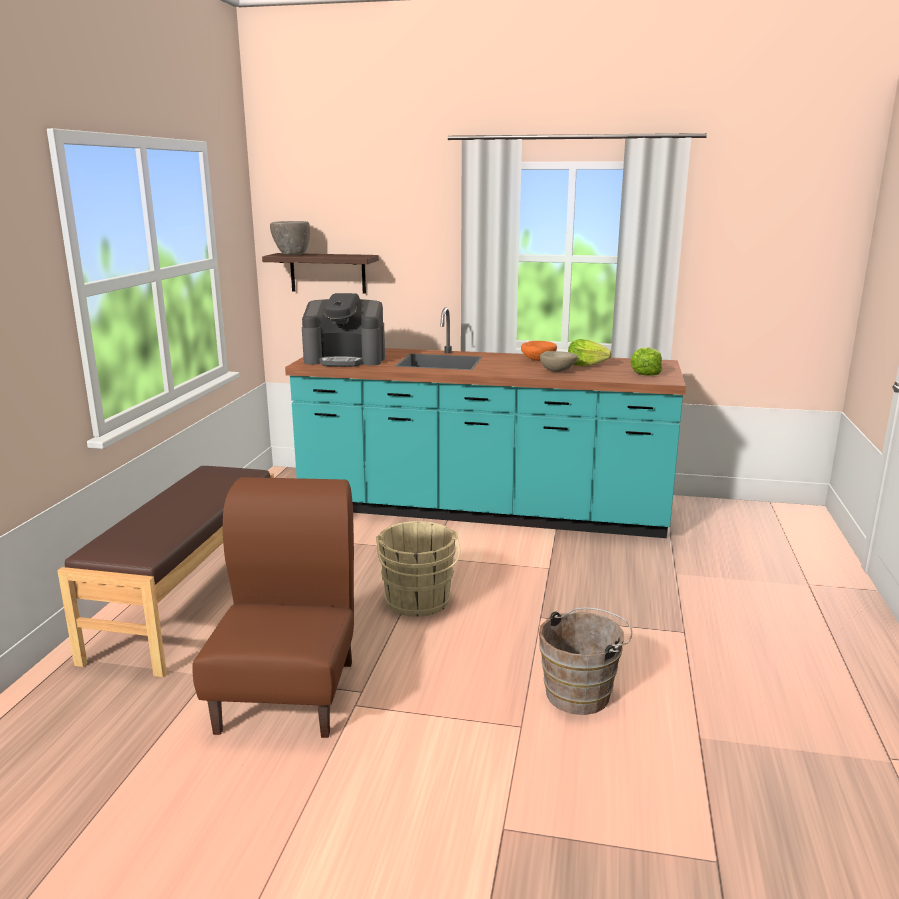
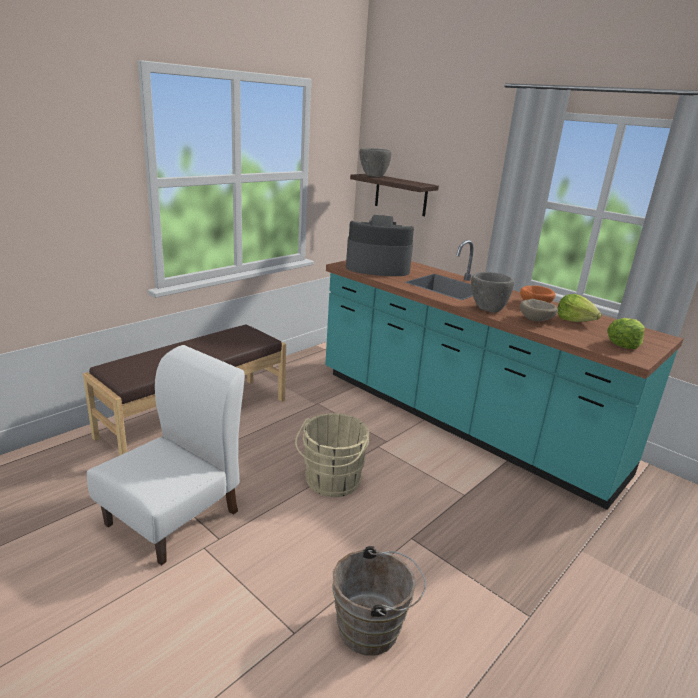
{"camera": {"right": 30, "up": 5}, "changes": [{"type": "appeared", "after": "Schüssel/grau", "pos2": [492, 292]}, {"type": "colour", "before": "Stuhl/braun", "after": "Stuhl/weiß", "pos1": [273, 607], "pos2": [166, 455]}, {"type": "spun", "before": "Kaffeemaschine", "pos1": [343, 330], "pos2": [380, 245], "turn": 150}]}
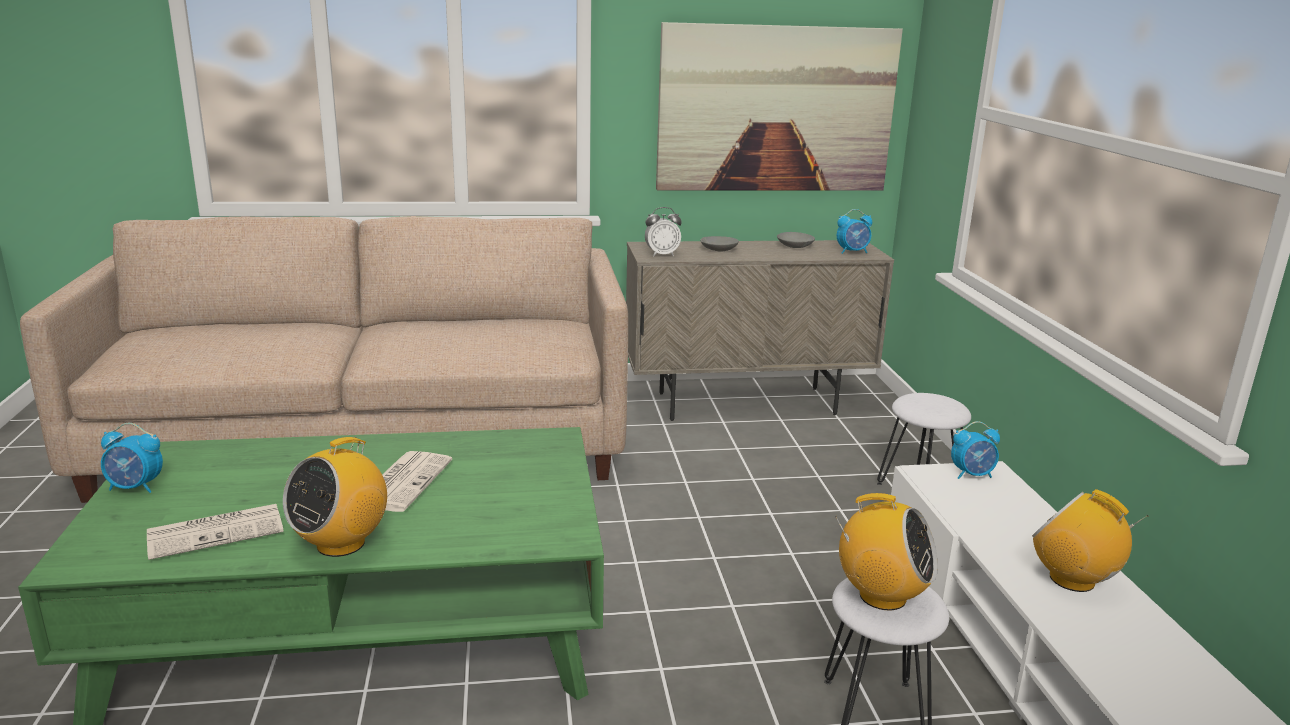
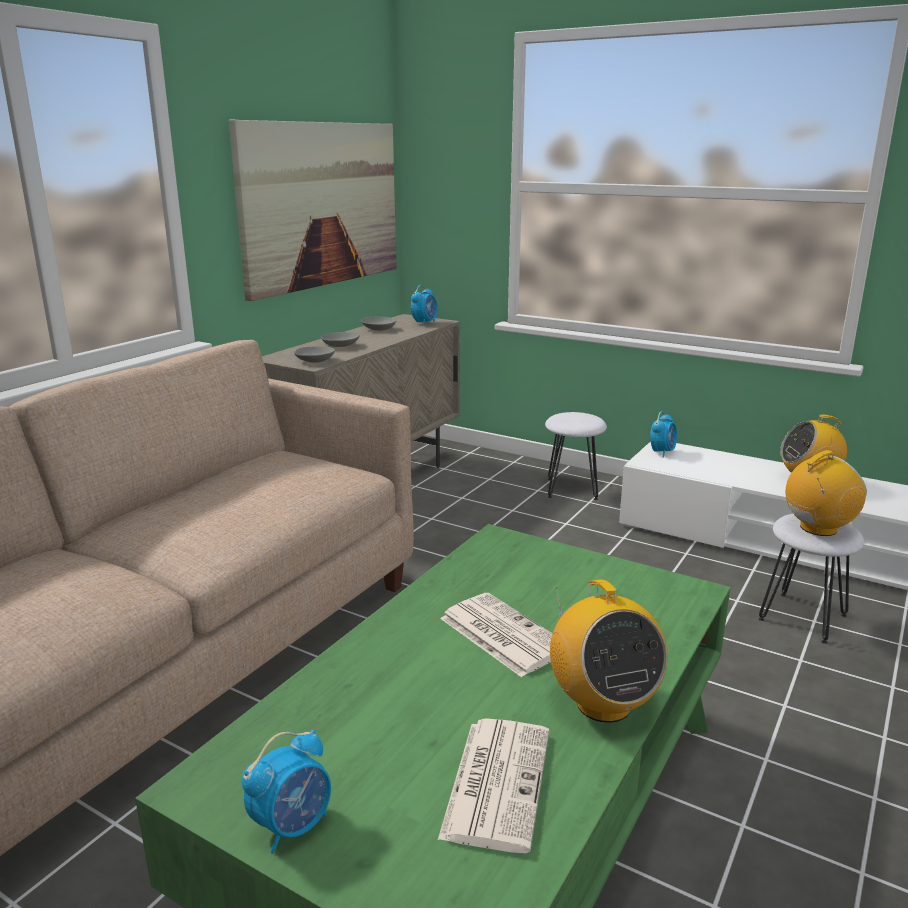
{"camera": {"right": -50, "up": 0}, "changes": [{"type": "exchanged", "before": "Wecker", "after": "Schüssel/grau", "pos1": [663, 232], "pos2": [314, 354]}]}
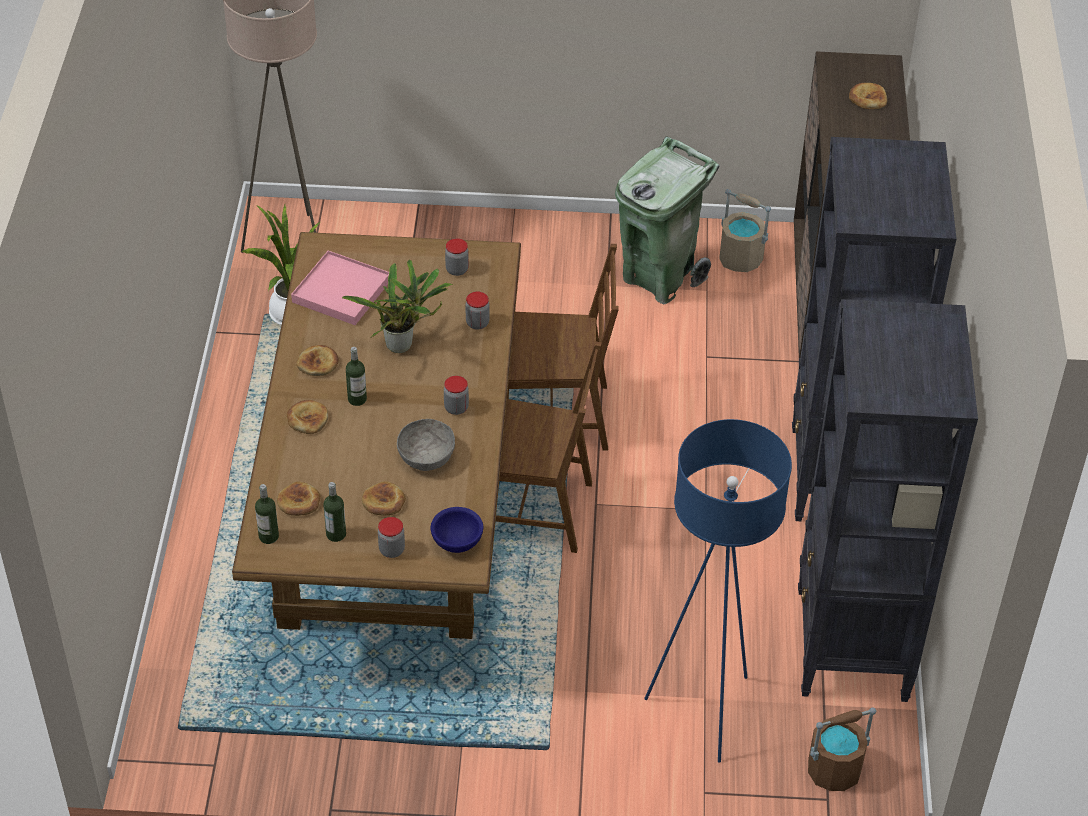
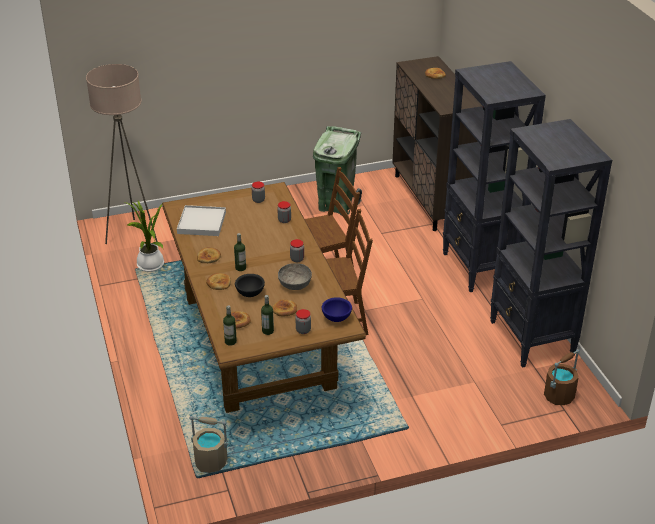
{"camera": {"right": -20, "up": -10}, "changes": [{"type": "missing", "before": "Topfpflanze", "pos1": [397, 306]}, {"type": "missing", "before": "Stehlampe/blau", "pos1": [718, 591]}, {"type": "appeared", "after": "Schüssel/schwarz", "pos2": [250, 285]}, {"type": "relocated", "before": "Eimer/beige", "pos1": [745, 230], "pos2": [208, 444]}, {"type": "colour", "before": "Tablett/rosa", "after": "Tablett/weiß", "pos1": [340, 287], "pos2": [201, 220]}]}
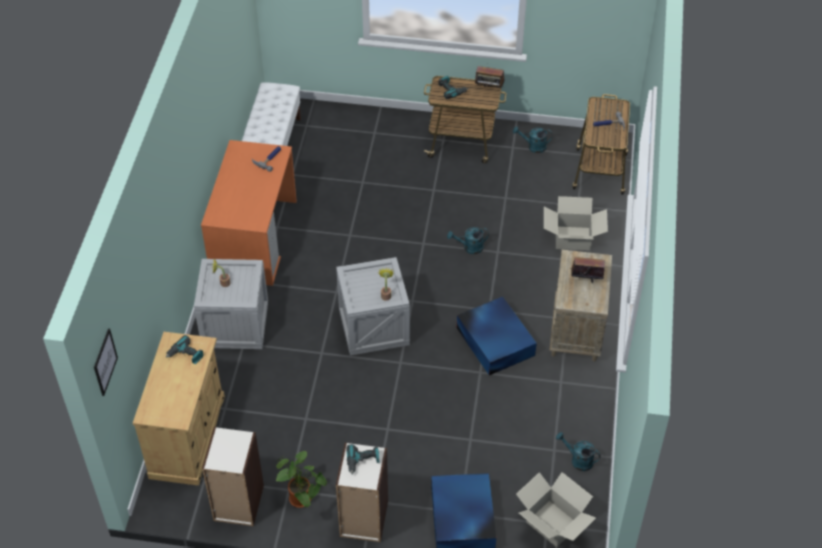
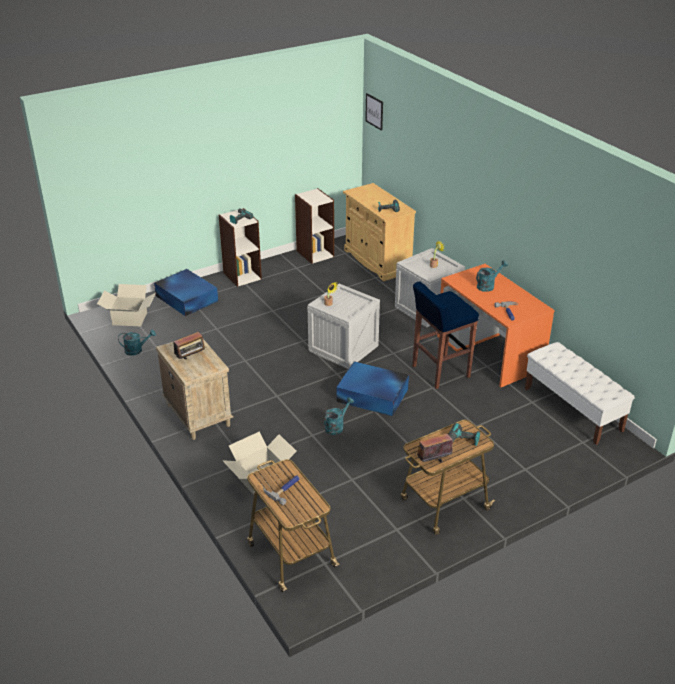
{"camera": {"right": 140, "up": -15}, "changes": [{"type": "missing", "before": "Topfpflanze", "pos1": [301, 479]}, {"type": "appeared", "after": "Hocker/blau", "pos2": [445, 335]}, {"type": "relocated", "before": "Aufbewahrungsbox/blau", "pos1": [497, 335], "pos2": [372, 388]}, {"type": "relocated", "before": "Gießkanne/türkis", "pos1": [532, 139], "pos2": [492, 276]}]}
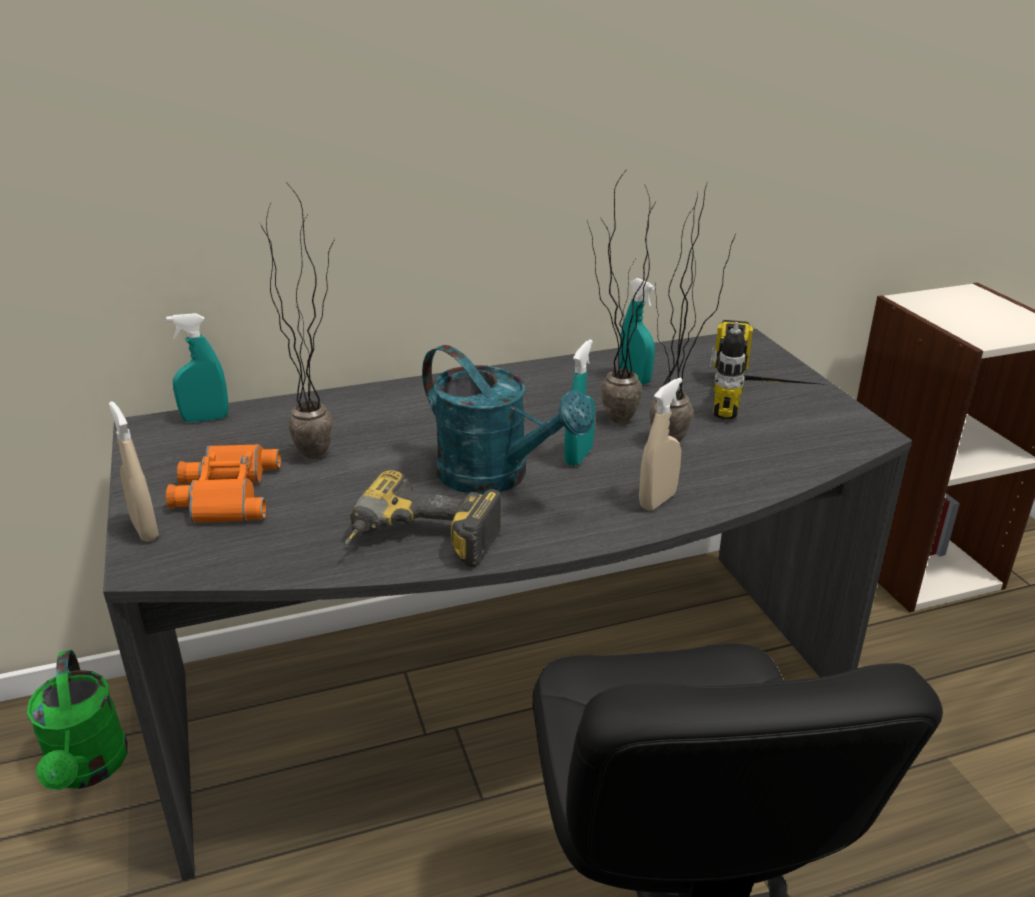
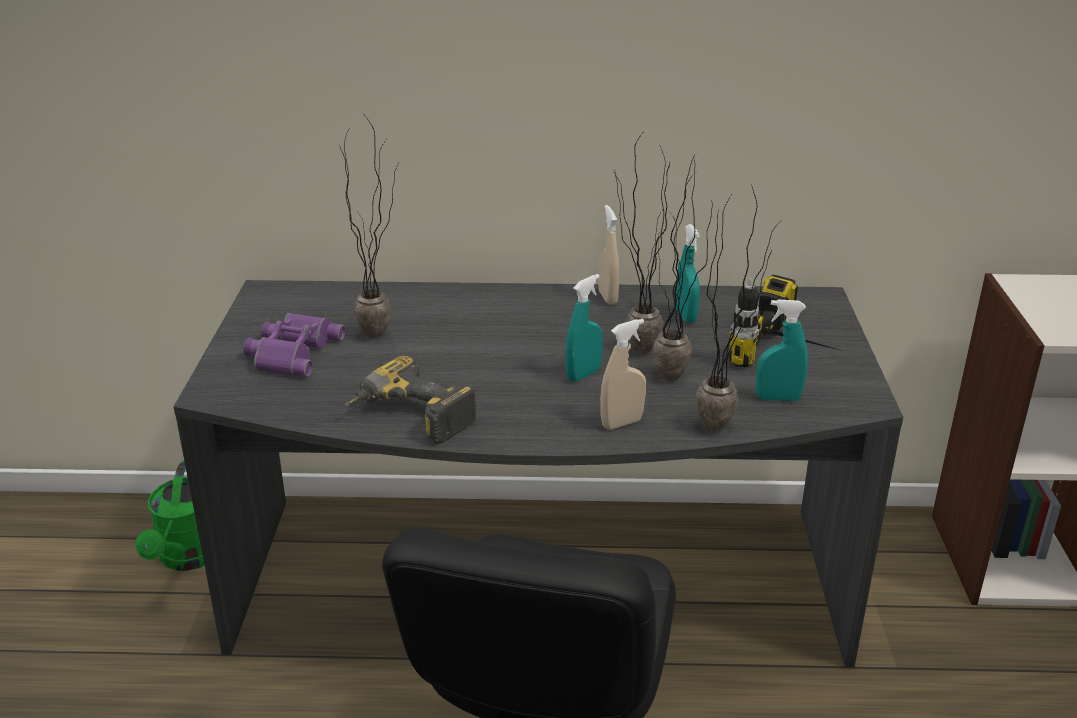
{"camera": {"right": 20, "up": 0}, "changes": [{"type": "missing", "before": "Gießkanne/türkis", "pos1": [508, 419]}, {"type": "appeared", "after": "Topfpflanze", "pos2": [739, 307]}, {"type": "relocated", "before": "Sprühflasche/beige", "pos1": [134, 471], "pos2": [608, 255]}, {"type": "relocated", "before": "Sprühflasche/türkis", "pos1": [197, 367], "pos2": [782, 350]}, {"type": "colour", "before": "Fernglas/orange", "after": "Fernglas/lila", "pos1": [223, 483], "pos2": [294, 345]}]}
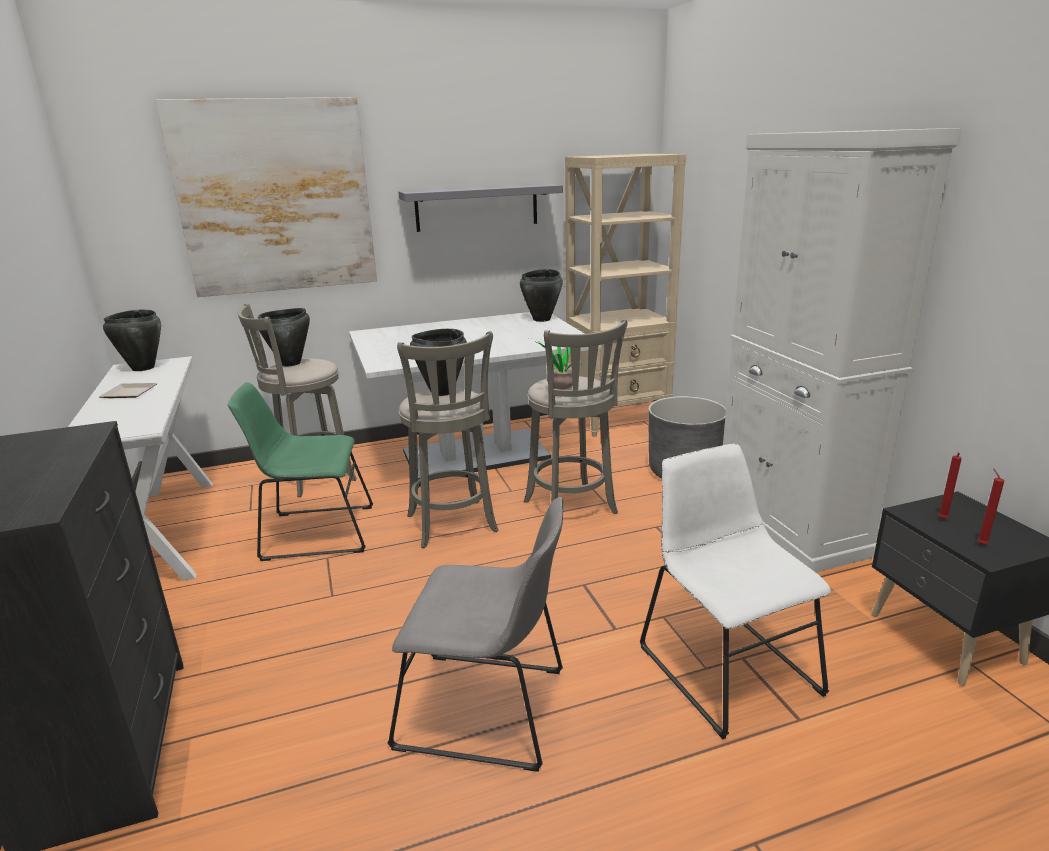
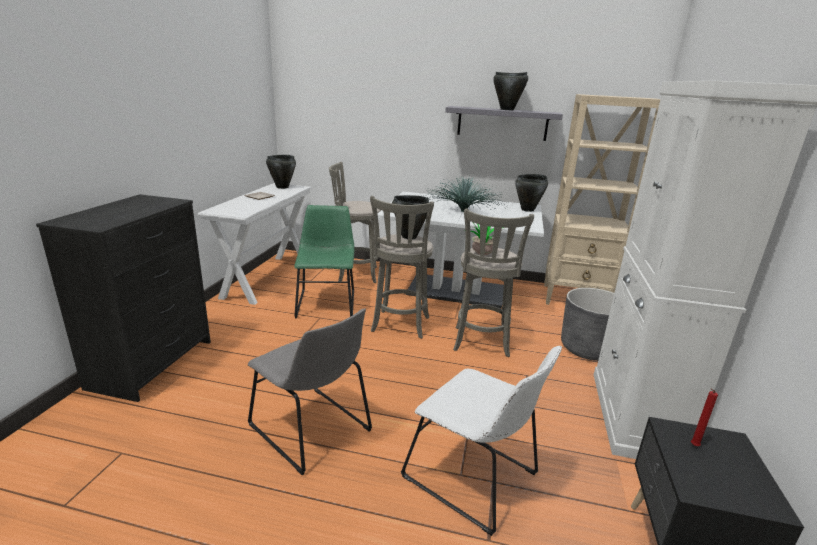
{"camera": {"right": 30, "up": 0}, "changes": [{"type": "missing", "before": "Bild", "pos1": [266, 197]}, {"type": "missing", "before": "Kerze/rot", "pos1": [990, 506]}, {"type": "appeared", "after": "Topfpflanze", "pos2": [464, 193]}, {"type": "relocated", "before": "Kochtopf/schwarz", "pos1": [284, 337], "pos2": [510, 91]}, {"type": "spun", "before": "Stuhl/grün", "pos1": [300, 471], "pos2": [324, 261], "turn": 60}, {"type": "spun", "before": "Stuhl/weiß", "pos1": [735, 591], "pos2": [481, 441], "turn": 120}]}
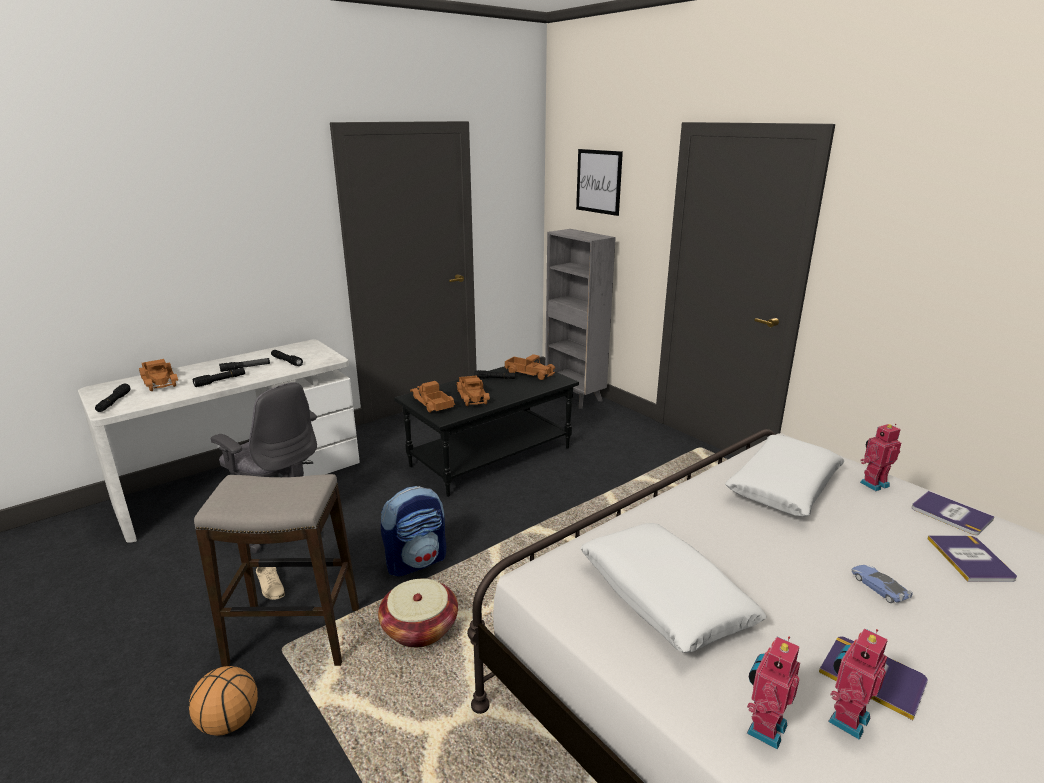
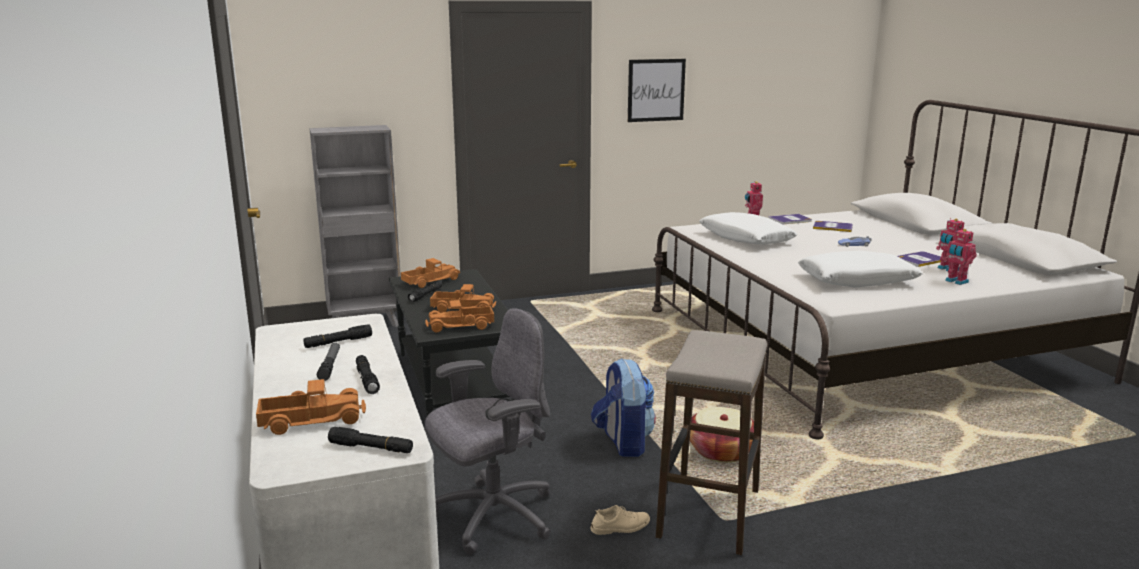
{"camera": {"right": -70, "up": -5}, "changes": [{"type": "missing", "before": "Basketball", "pos1": [223, 701]}, {"type": "relocated", "before": "Bild", "pos1": [599, 182], "pos2": [657, 90]}]}
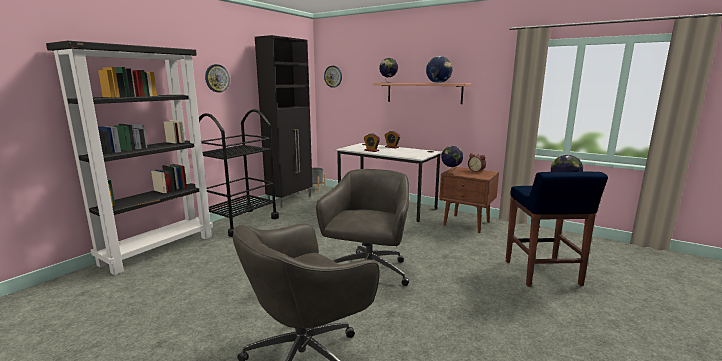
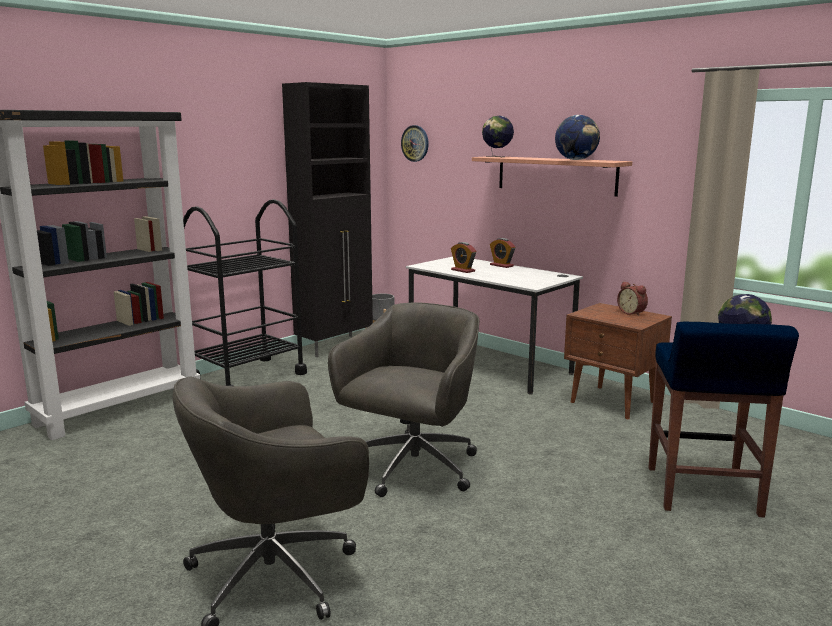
{"camera": {"right": 10, "up": 0}, "changes": [{"type": "missing", "before": "Wanduhr", "pos1": [217, 78]}, {"type": "missing", "before": "Globus", "pos1": [452, 160]}]}
